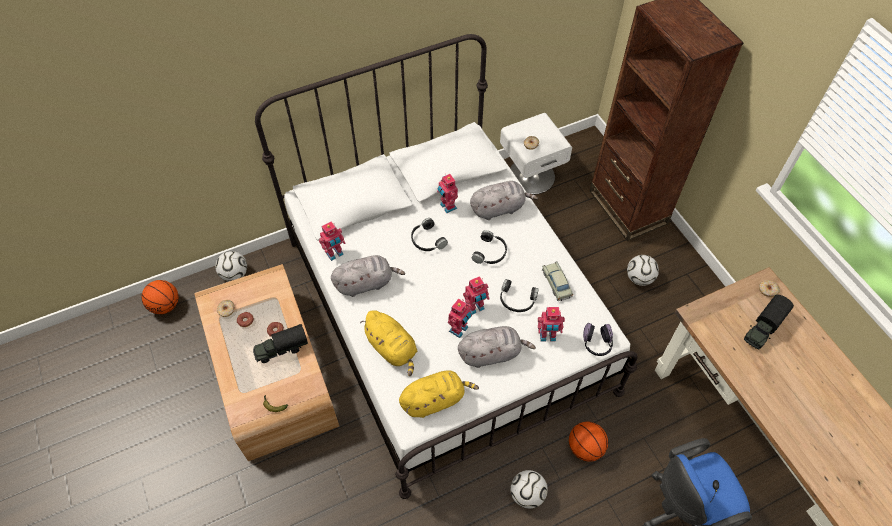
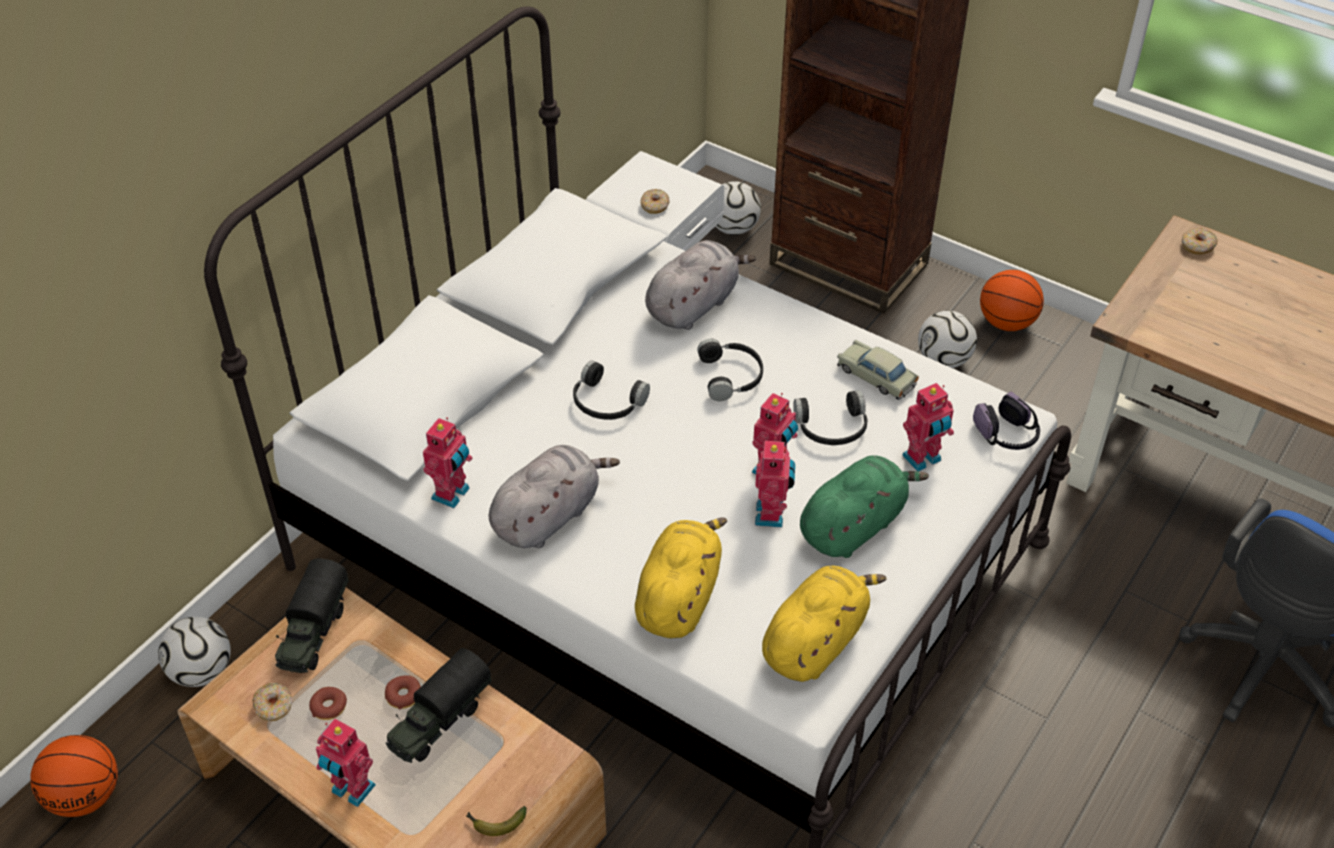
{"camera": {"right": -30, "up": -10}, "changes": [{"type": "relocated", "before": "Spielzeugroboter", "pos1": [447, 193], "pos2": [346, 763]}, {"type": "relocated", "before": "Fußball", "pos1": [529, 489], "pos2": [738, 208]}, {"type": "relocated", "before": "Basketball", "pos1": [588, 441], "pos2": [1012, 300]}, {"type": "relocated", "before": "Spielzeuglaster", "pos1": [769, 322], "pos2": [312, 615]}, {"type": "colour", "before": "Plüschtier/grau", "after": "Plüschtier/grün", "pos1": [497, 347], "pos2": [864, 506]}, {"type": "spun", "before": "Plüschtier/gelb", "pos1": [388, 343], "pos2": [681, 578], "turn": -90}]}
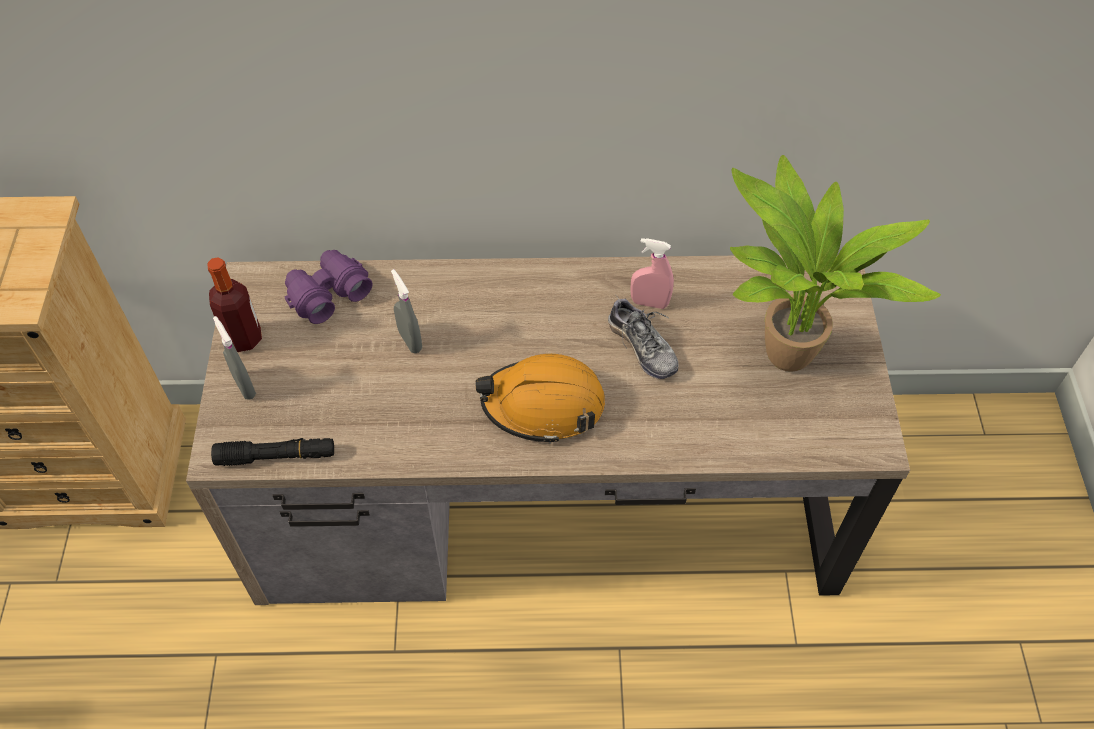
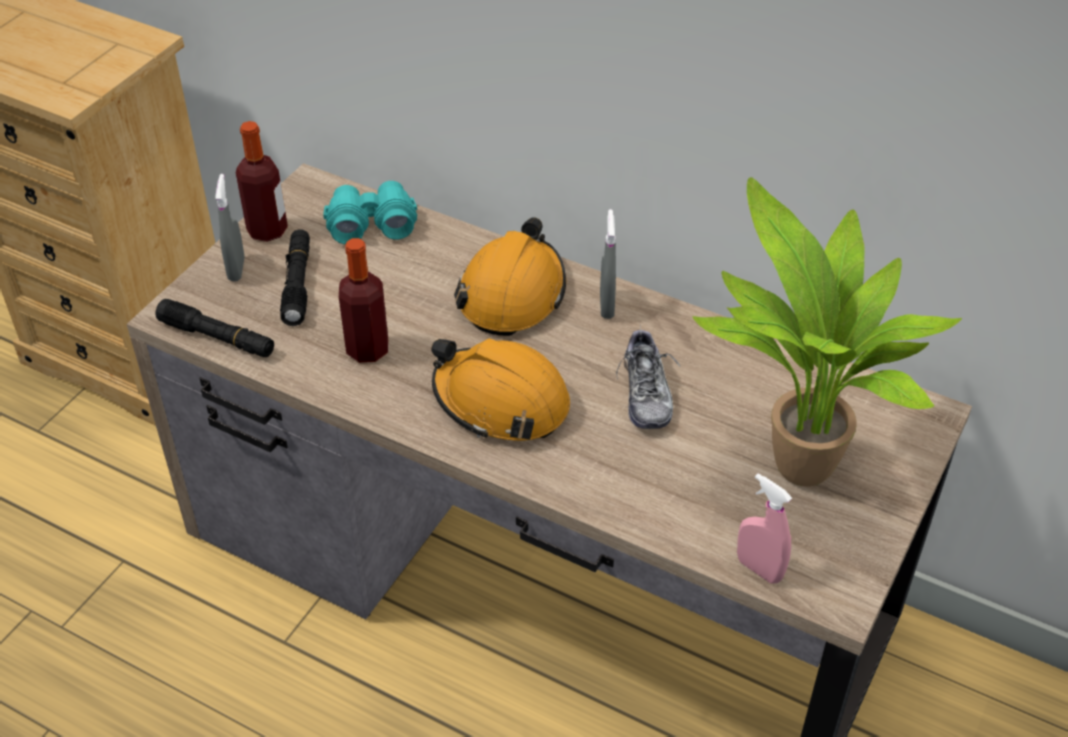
{"camera": {"right": 30, "up": -10}, "changes": [{"type": "appeared", "after": "Taschenlampe/schwarz", "pos2": [295, 278]}, {"type": "appeared", "after": "Flasche", "pos2": [363, 300]}, {"type": "appeared", "after": "Schutzhelm/orange", "pos2": [510, 277]}, {"type": "relocated", "before": "Sprühflasche/grau", "pos1": [406, 311], "pos2": [608, 264]}, {"type": "relocated", "before": "Sprühflasche/rosa", "pos1": [652, 273], "pos2": [764, 528]}, {"type": "colour", "before": "Fernglas/lila", "after": "Fernglas/türkis", "pos1": [328, 287], "pos2": [370, 212]}]}
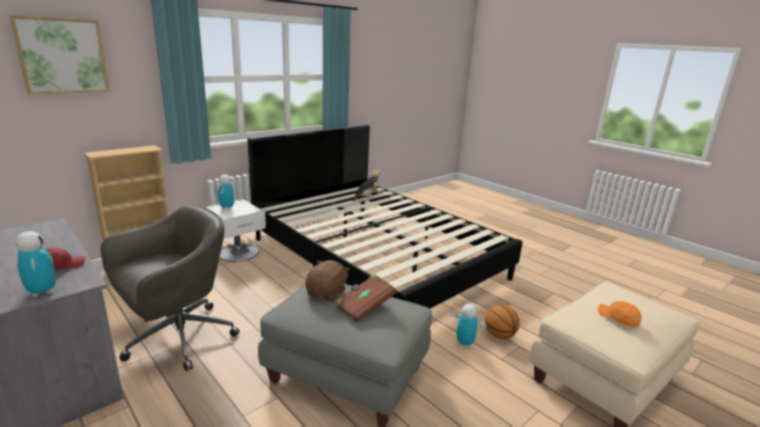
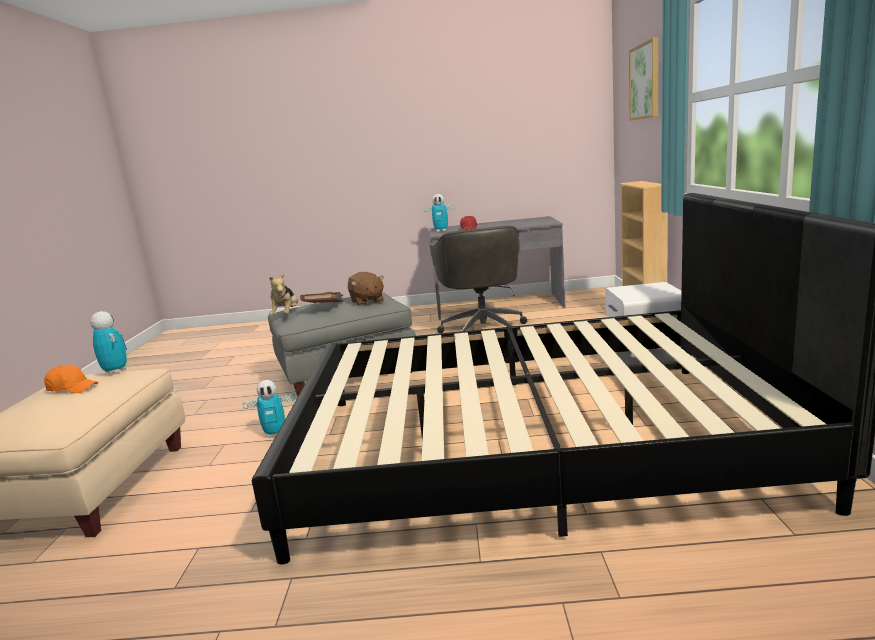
{"camera": {"right": 135, "up": -5}, "changes": [{"type": "missing", "before": "Basketball", "pos1": [502, 322]}, {"type": "relocated", "before": "Spielzeugroboter", "pos1": [226, 192], "pos2": [108, 343]}, {"type": "relocated", "before": "Plüschtier", "pos1": [367, 185], "pos2": [283, 293]}]}
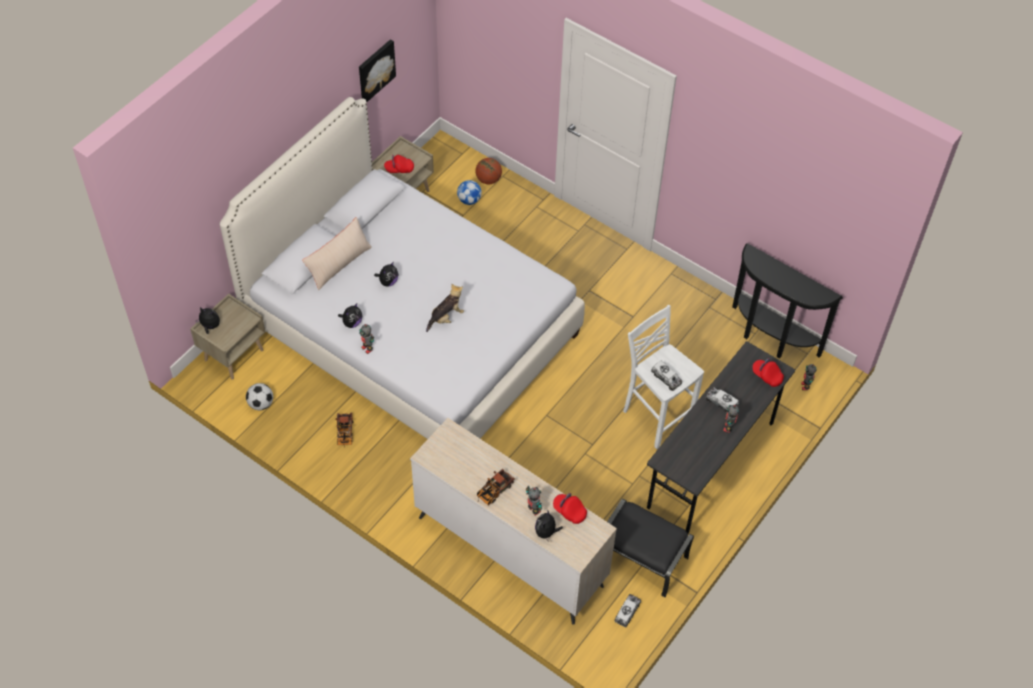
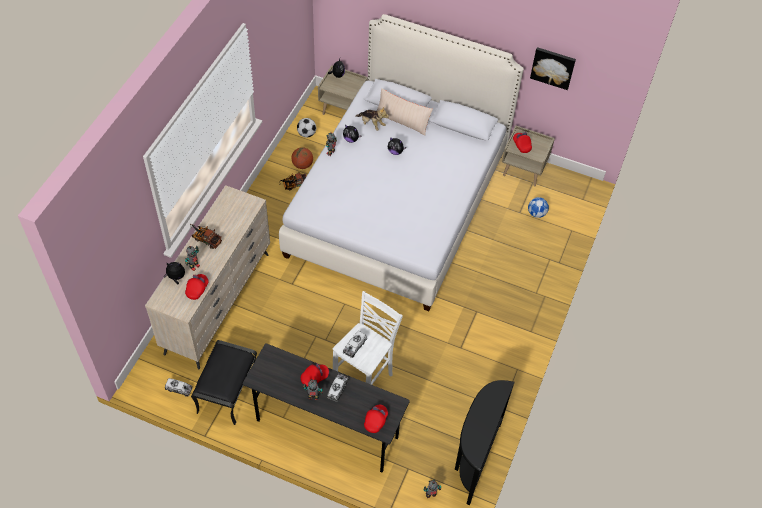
{"camera": {"right": 75, "up": 0}, "changes": [{"type": "appeared", "after": "Kappe/rot", "pos2": [315, 375]}, {"type": "relocated", "before": "Plüschtier", "pos1": [445, 308], "pos2": [372, 119]}, {"type": "relocated", "before": "Basketball", "pos1": [488, 171], "pos2": [302, 158]}]}
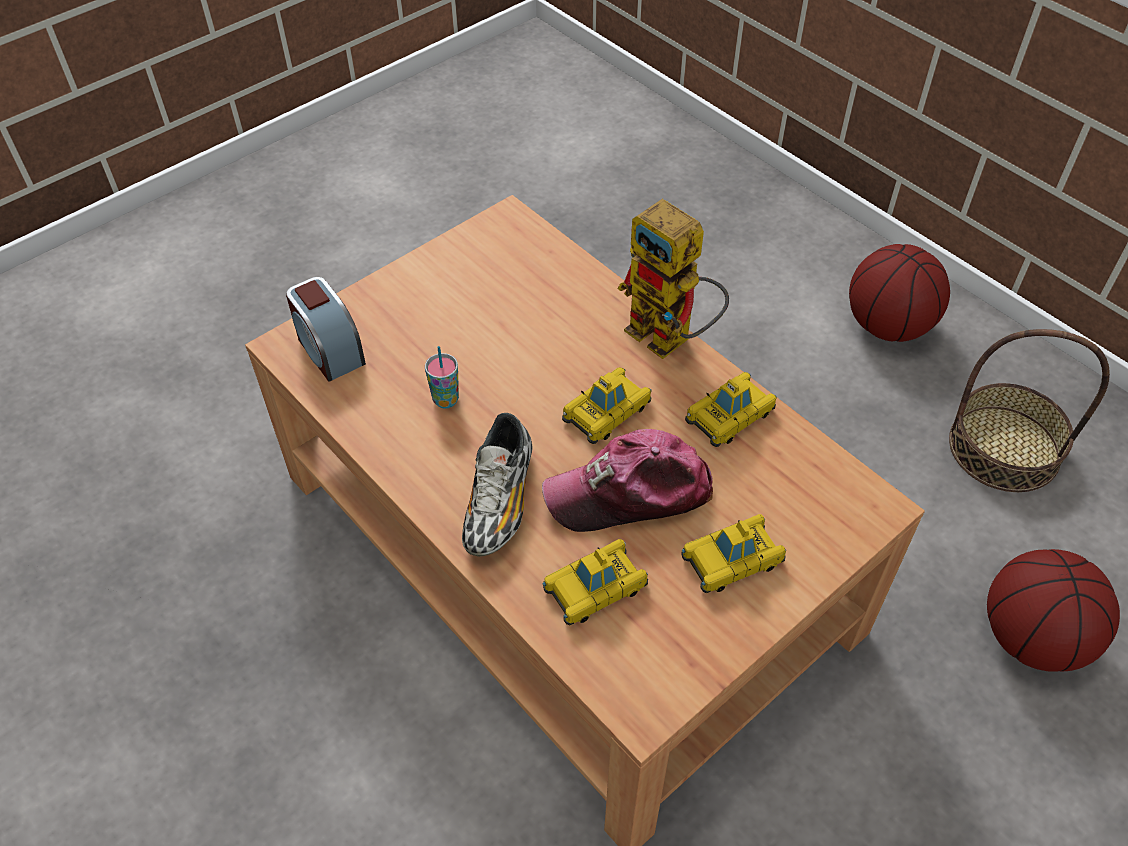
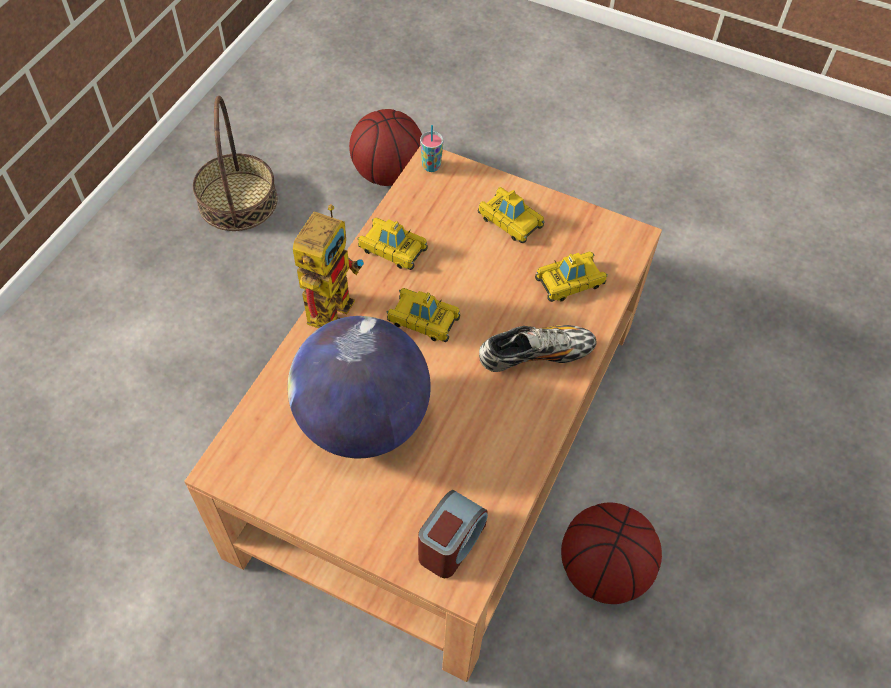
{"camera": {"right": -115, "up": 5}, "changes": [{"type": "missing", "before": "Kappe", "pos1": [627, 480]}, {"type": "appeared", "after": "Globus", "pos2": [359, 387]}, {"type": "relocated", "before": "Tasse", "pos1": [442, 377], "pos2": [432, 148]}, {"type": "relocated", "before": "Basketball", "pos1": [899, 293], "pos2": [611, 553]}, {"type": "spun", "before": "Spielzeugauto", "pos1": [595, 582], "pos2": [571, 277], "turn": -60}]}
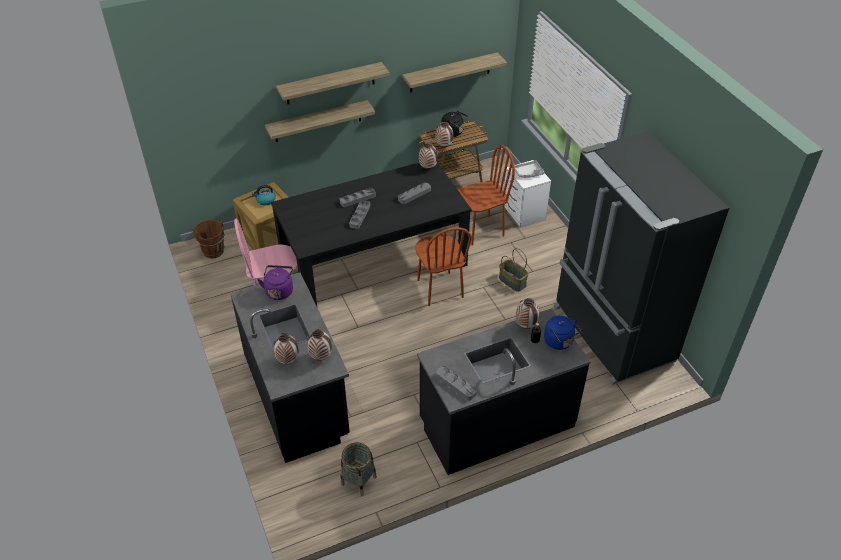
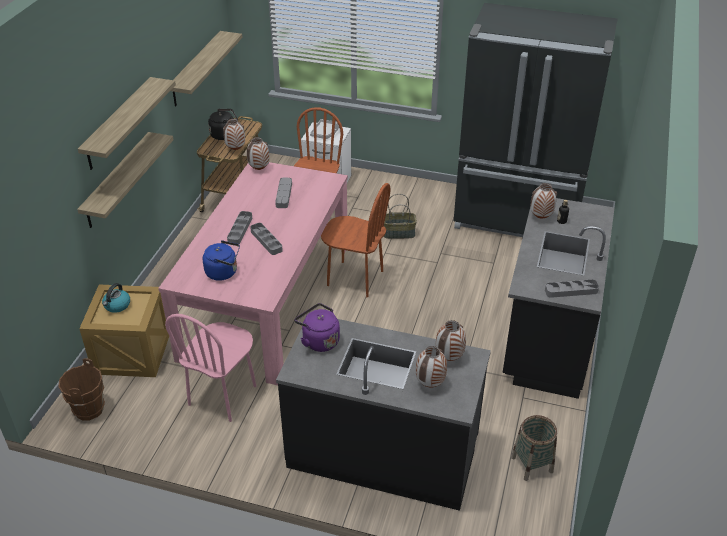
{"camera": {"right": -50, "up": -5}, "changes": [{"type": "relocated", "before": "Wasserkessel/blau", "pos1": [563, 333], "pos2": [221, 260]}, {"type": "colour", "before": "Esstisch/schwarz", "after": "Esstisch/rosa", "pos1": [371, 234], "pos2": [253, 273]}]}
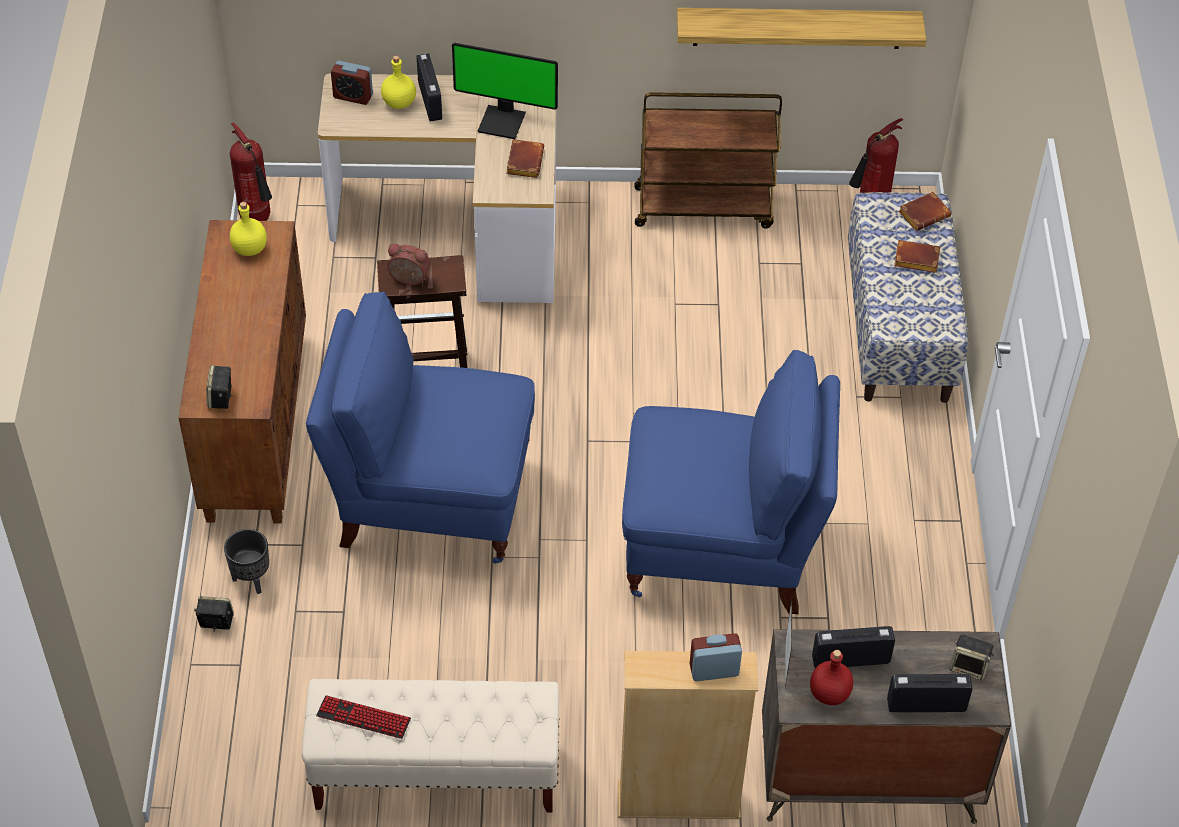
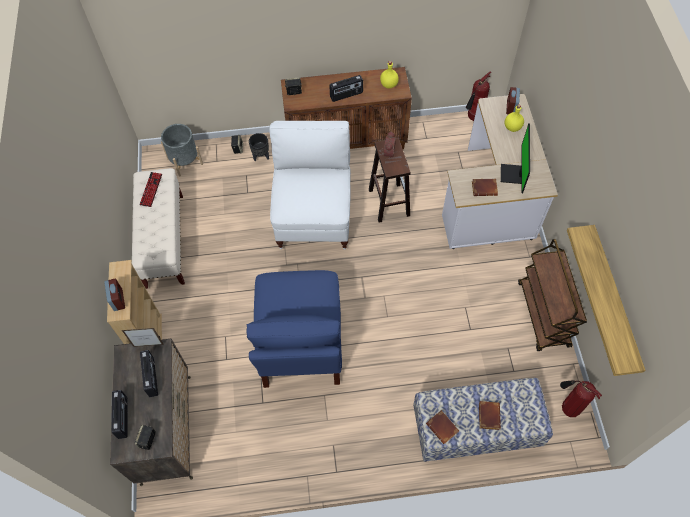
{"camera": {"right": 85, "up": 10}, "changes": [{"type": "missing", "before": "Flasche/rot", "pos1": [831, 677]}, {"type": "appeared", "after": "Pflanzkübel/grau", "pos2": [182, 150]}, {"type": "relocated", "before": "Radio", "pos1": [429, 87], "pos2": [346, 88]}, {"type": "relocated", "before": "Buch/braun", "pos1": [925, 211], "pos2": [442, 427]}, {"type": "colour", "before": "Stuhl/blau", "after": "Stuhl/weiß", "pos1": [420, 428], "pos2": [310, 185]}]}
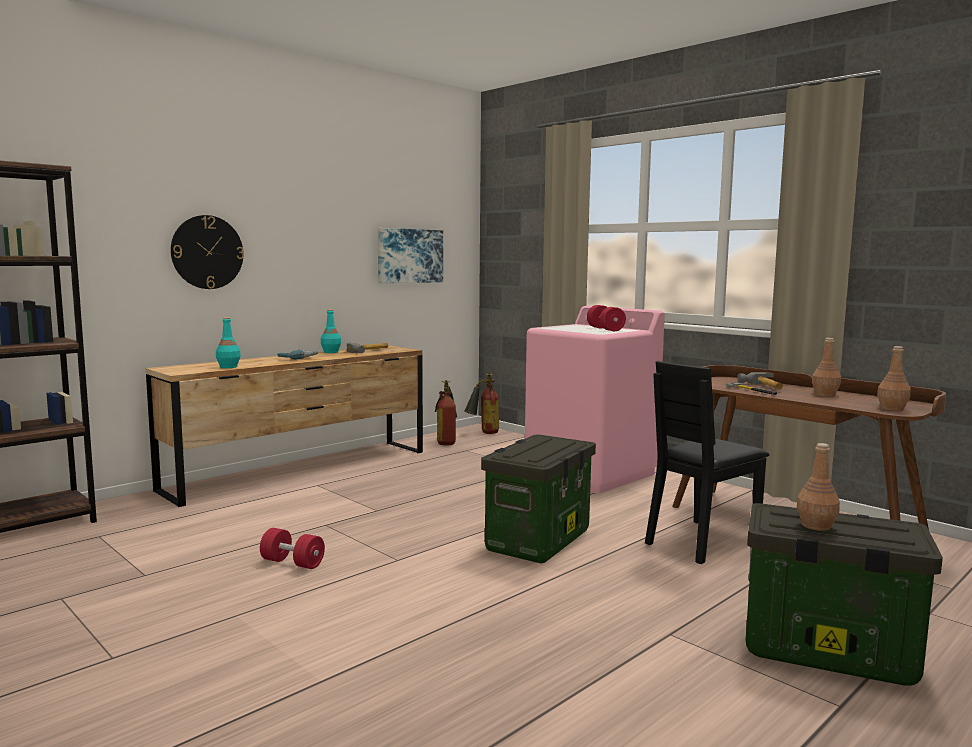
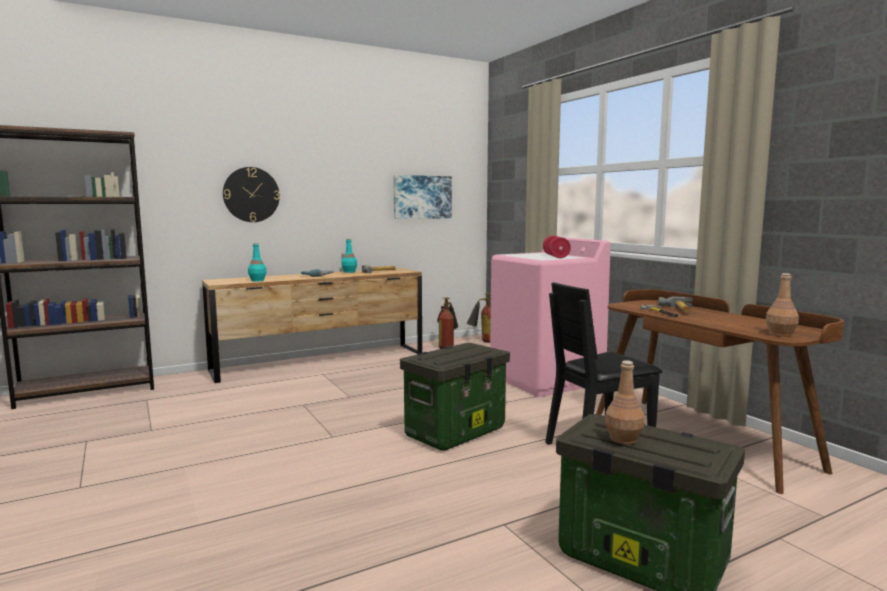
{"camera": {"right": 15, "up": 0}, "changes": [{"type": "missing", "before": "Hantel/rot", "pos1": [292, 548]}, {"type": "missing", "before": "Flasche/braun", "pos1": [826, 367]}]}
